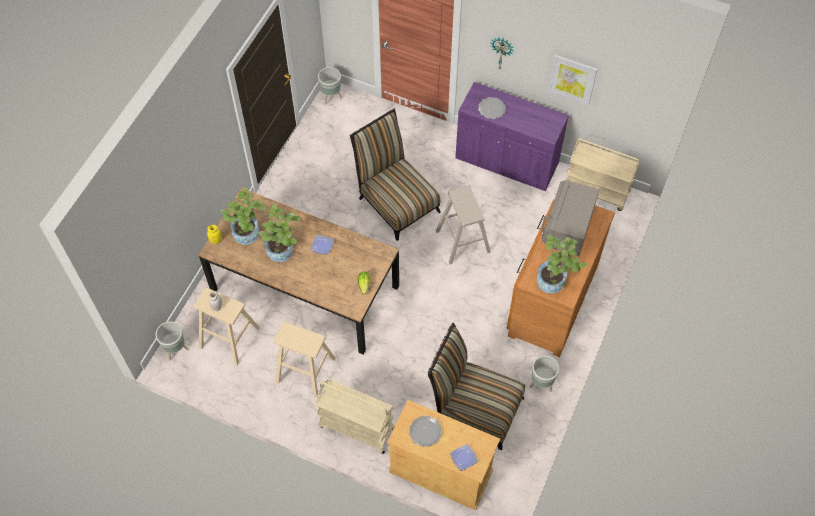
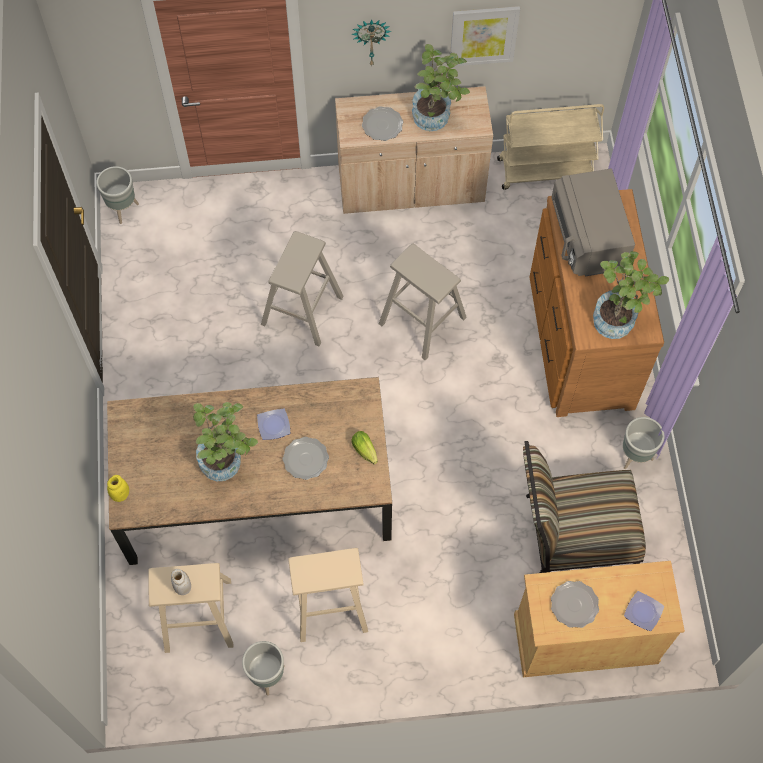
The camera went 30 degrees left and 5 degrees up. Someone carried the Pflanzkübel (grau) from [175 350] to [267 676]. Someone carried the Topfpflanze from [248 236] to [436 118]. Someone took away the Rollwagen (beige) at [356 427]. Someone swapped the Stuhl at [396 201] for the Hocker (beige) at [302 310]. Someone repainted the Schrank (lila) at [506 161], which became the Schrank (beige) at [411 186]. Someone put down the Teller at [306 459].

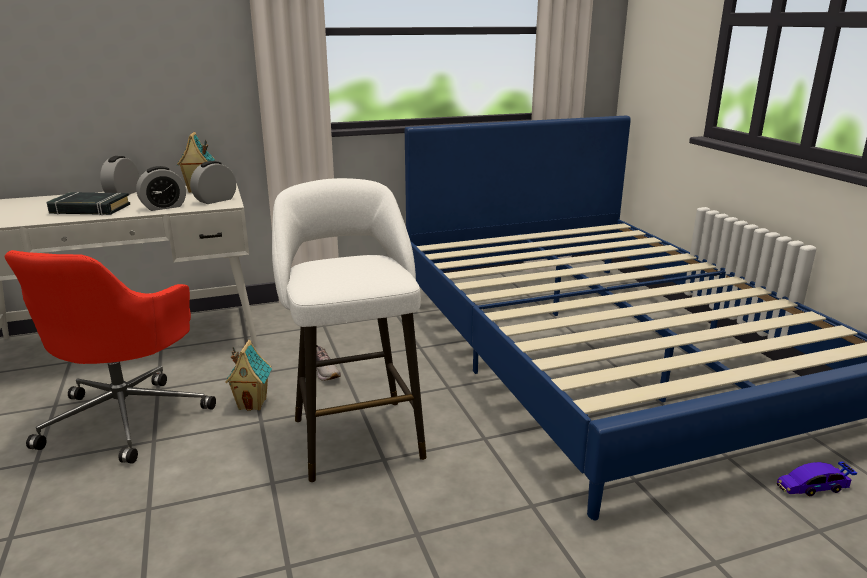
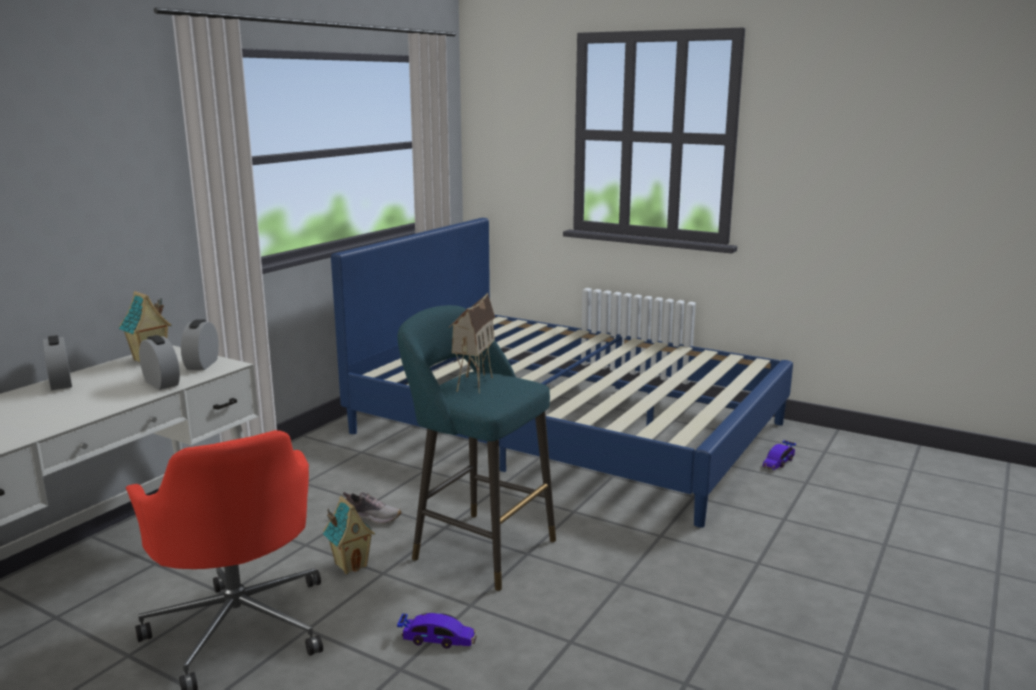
The camera went 40 degrees left and 5 degrees down. Someone took away the Buch (schwarz) at [90 209]. Someone rotated the Wecker at [164 207] by 60 degrees counterclockwise. Someone repainted the Hocker (weiß) at [355 433], which became the Hocker (türkis) at [478 547]. Someone put down the Spielzeugauto at [437 639]. Someone put down the Spielzeughaus at [472 382].

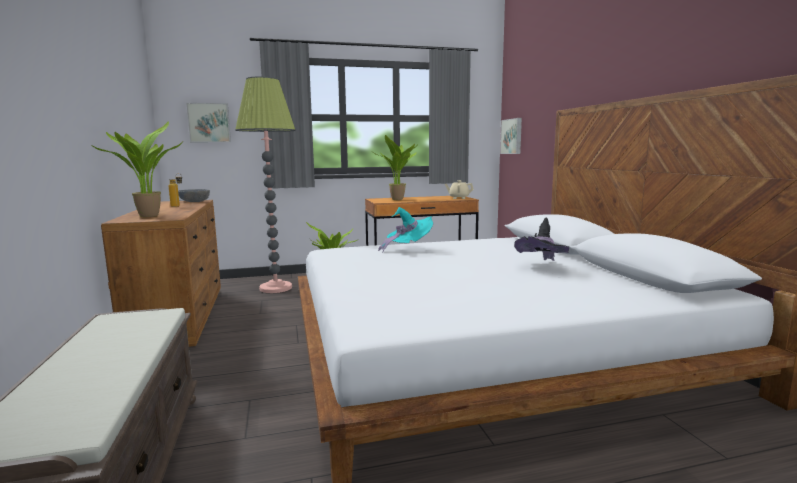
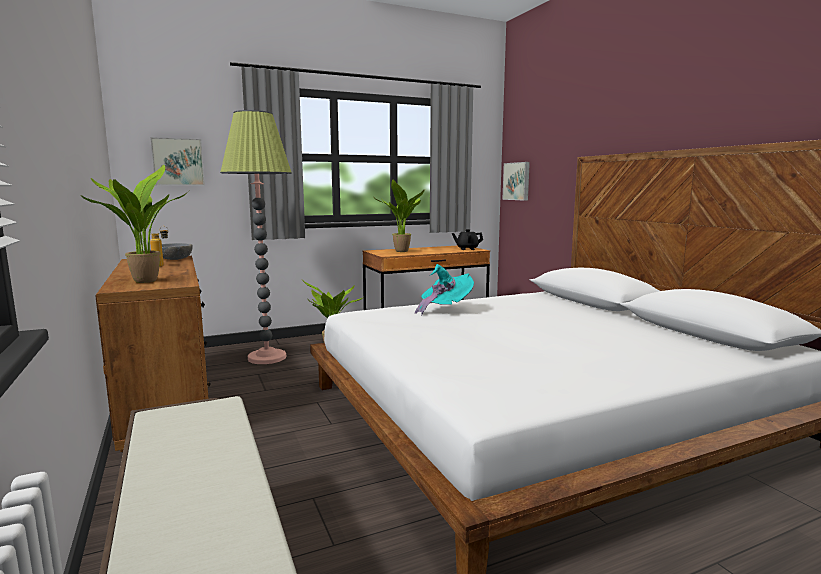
The camera went 10 degrees left and 0 degrees up. Someone repainted the Teekanne (beige) at [458 198], which became the Teekanne (schwarz) at [467 249]. Someone took away the Hut (schwarz) at [541 268].

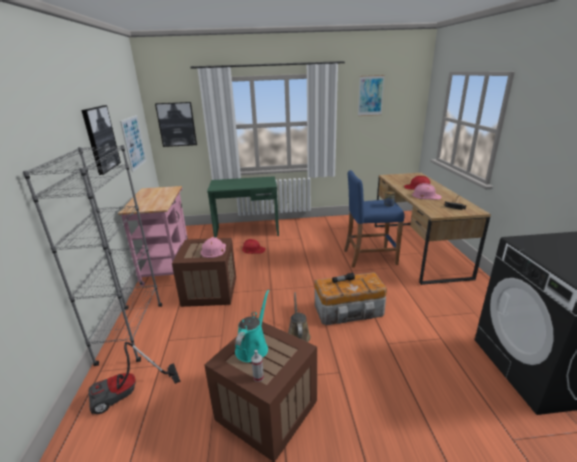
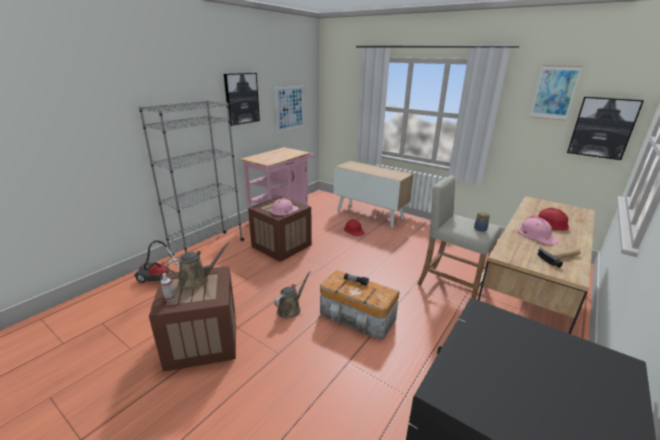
The camera went 40 degrees right and 0 degrees up. Someone carried the Bild from [177 124] to [602 128]. Someone swapped the Schreibtisch (grün) at [247 231] for the Schrank at [370 214]. Someone repainted the Gießkanne (türkis) at [253 347], which became the Gießkanne (braun) at [197 280]. Someone repainted the Hocker (blau) at [369 257], which became the Hocker (beige) at [451 285].

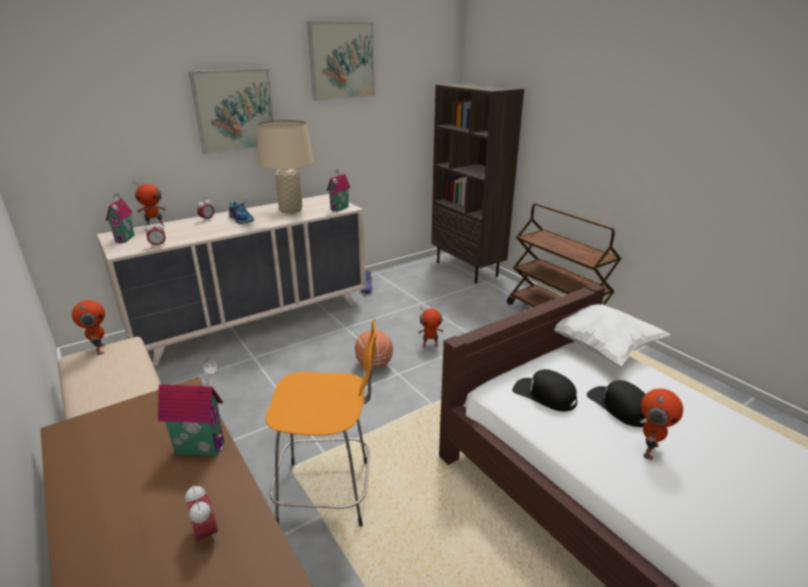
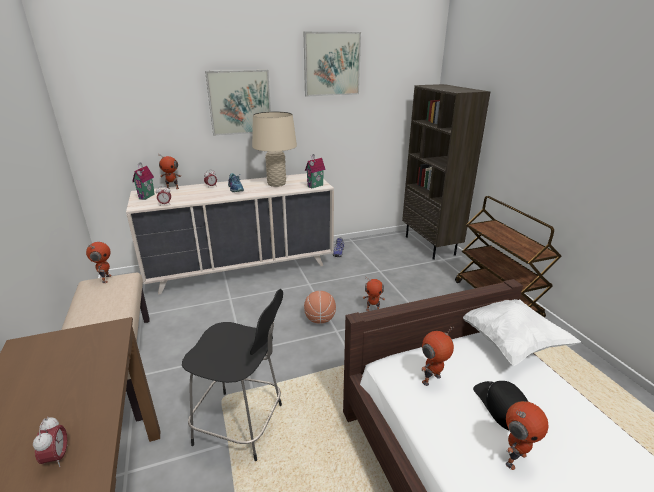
The camera went 15 degrees right and 0 degrees up. Someone took away the Spielzeughaus at [202 446]. Someone repainted the Hocker (orange) at [329 493], which became the Hocker (schwarz) at [242 425]. Someone swapped the Kappe (schwarz) at [544 395] for the Spielzeugroboter at [432 380].

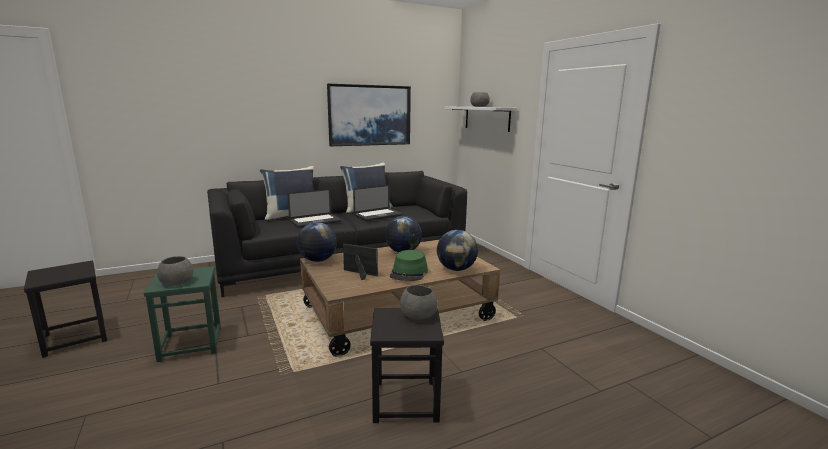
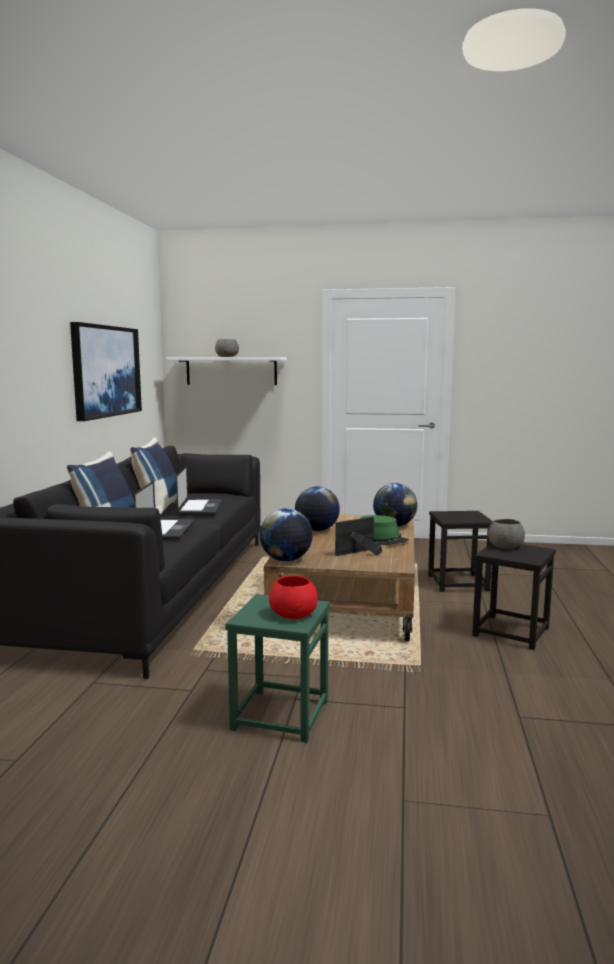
The camera went 55 degrees left and 5 degrees down. Someone carried the Hocker (schwarz) from [76 338] to [458 582]. Someone repainted the Schüssel (grau) at [176 282], which became the Schüssel (rot) at [294 614].

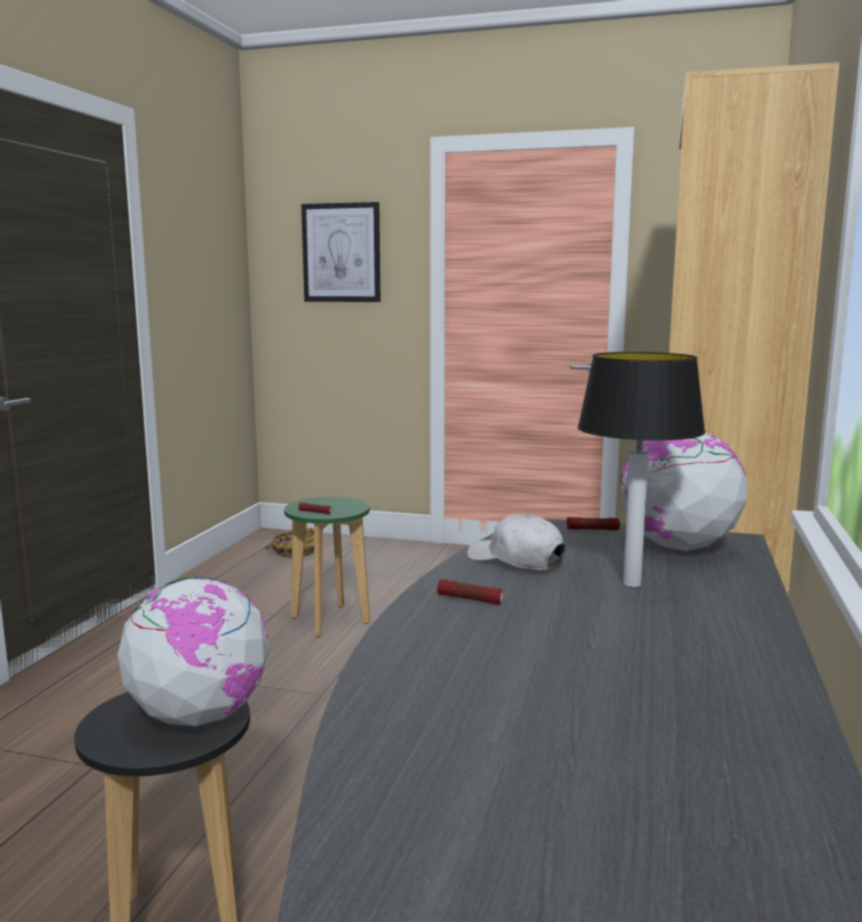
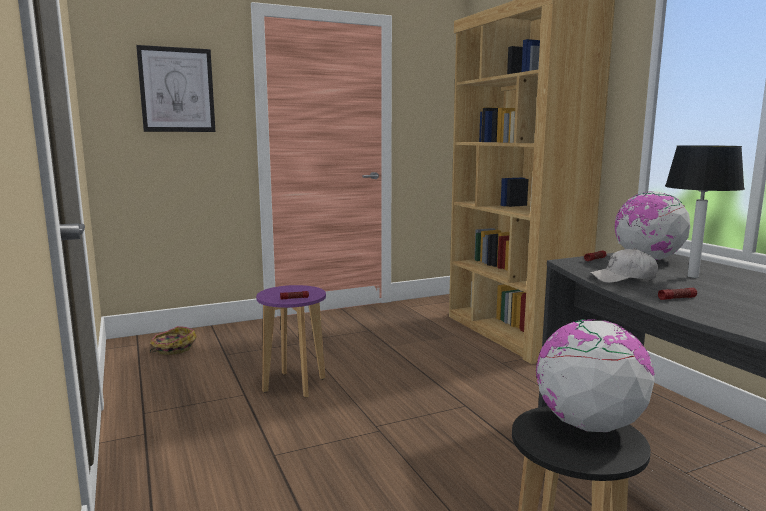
The camera went 40 degrees left and 0 degrees up. Someone repainted the Hocker (grün) at [330 620], which became the Hocker (lila) at [294 385].

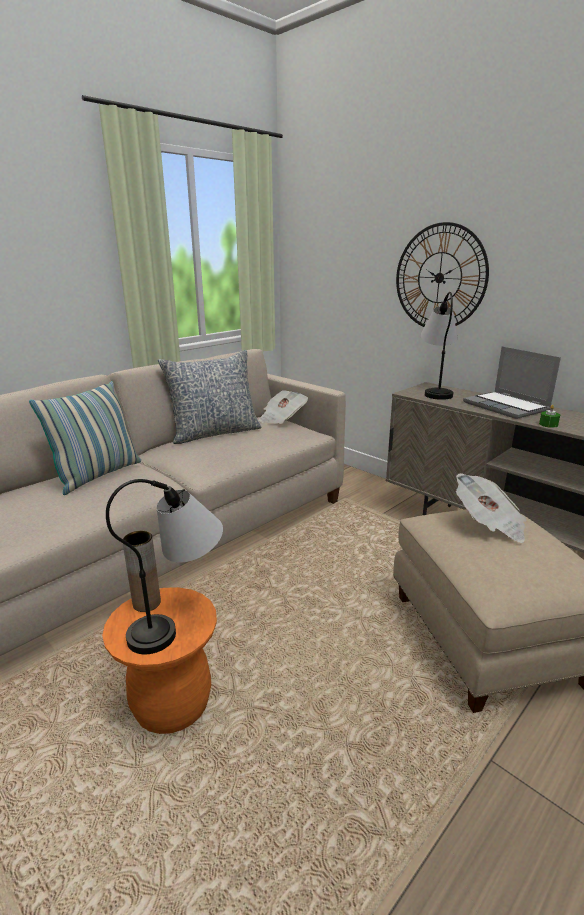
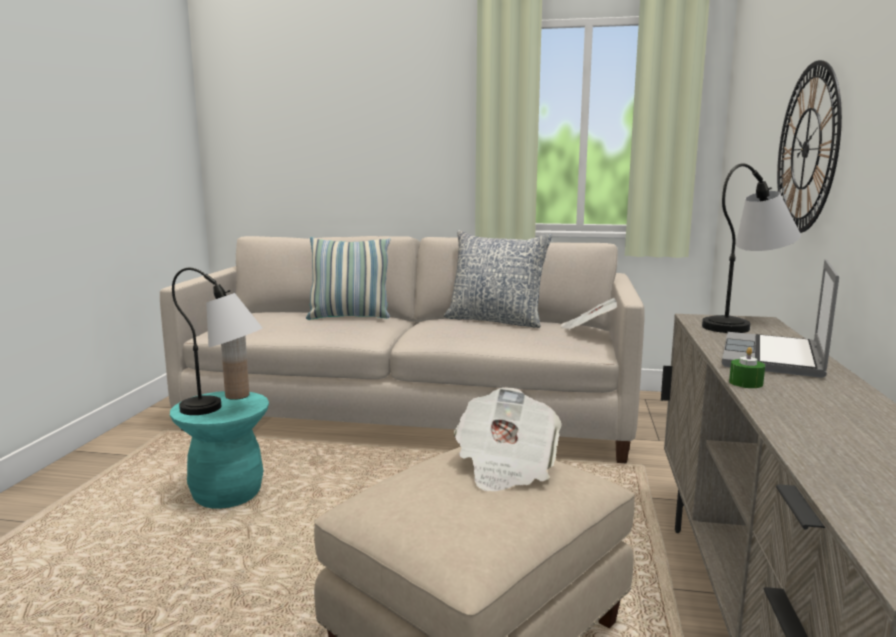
The camera went 55 degrees right and 10 degrees down. Someone repainted the Hocker (orange) at [172 705], which became the Hocker (türkis) at [227 495].

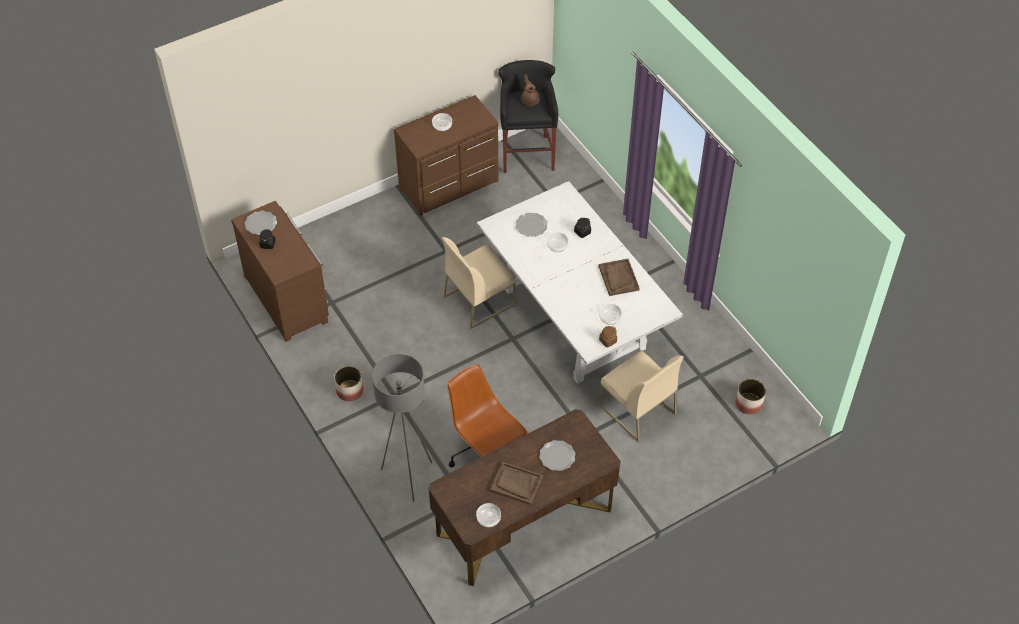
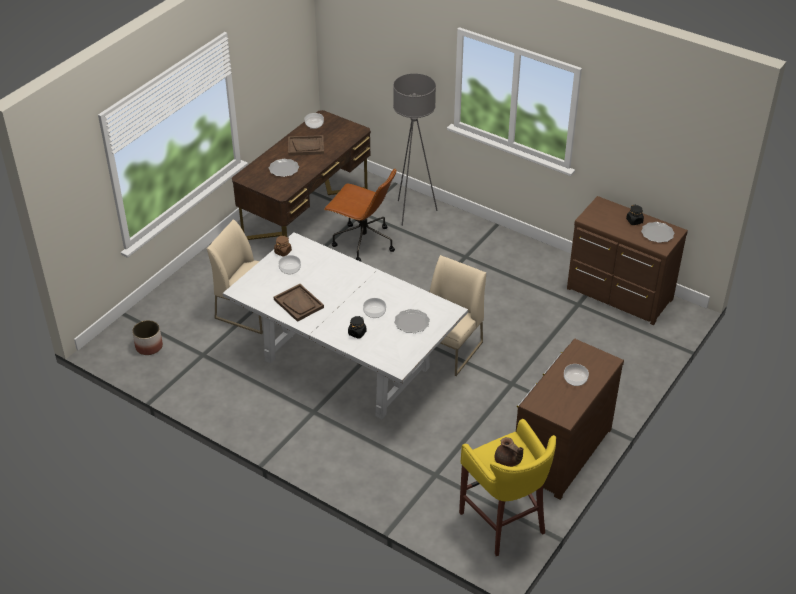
The camera went 155 degrees right and 10 degrees down. Someone took away the Pflanzkübel at [349 390]. Someone repainted the Hocker (schwarz) at [527 153], which became the Hocker (gelb) at [504 523].

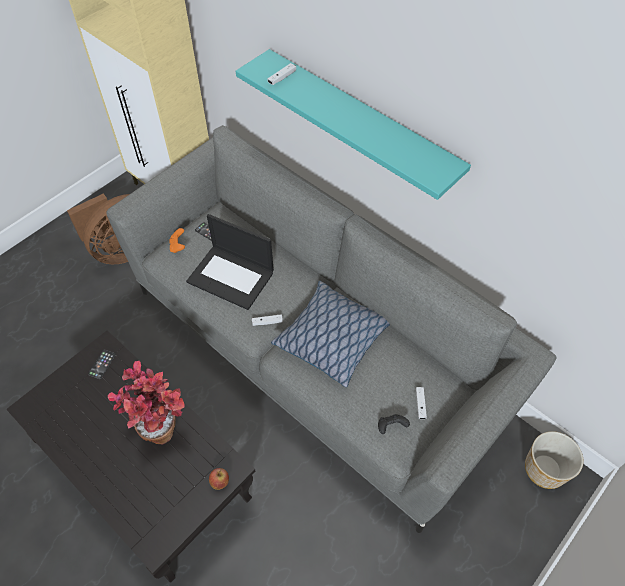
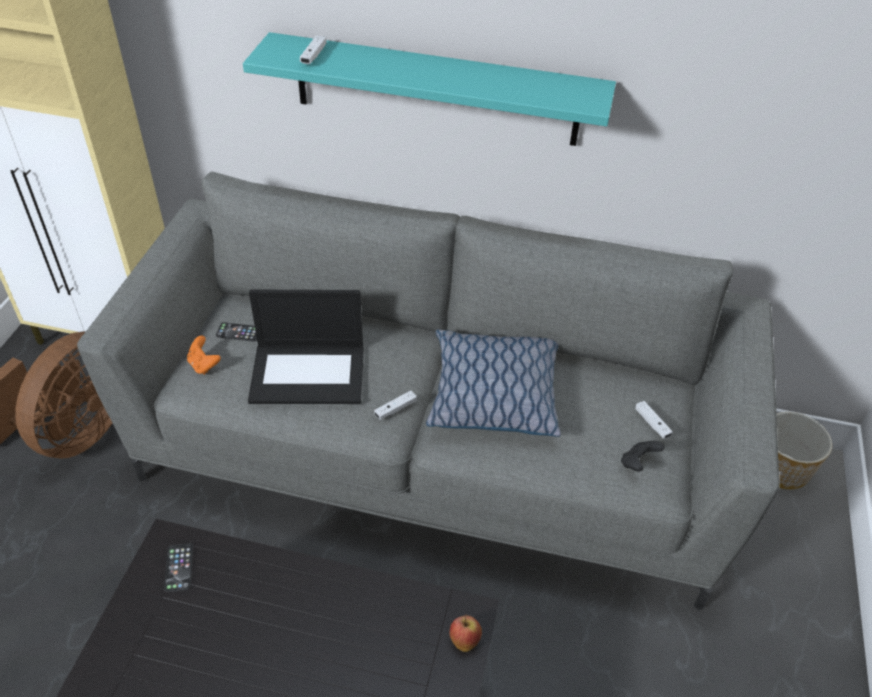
The camera went 30 degrees left and 10 degrees down. Someone took away the Topfpflanze at [160 425].

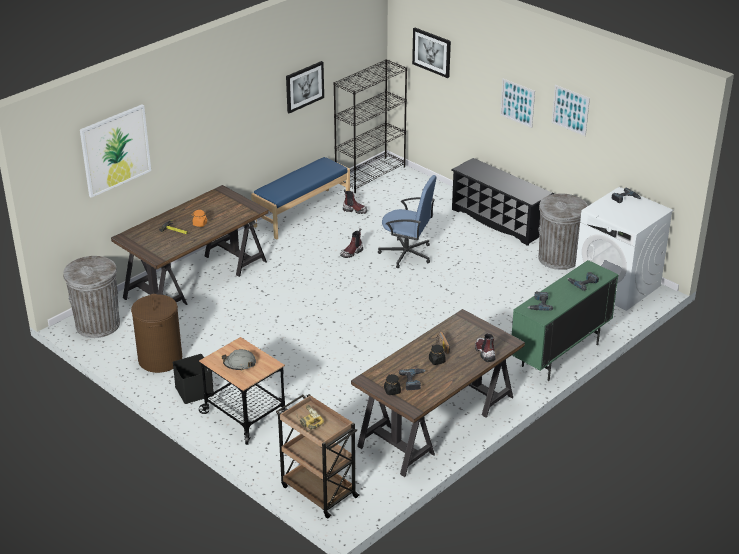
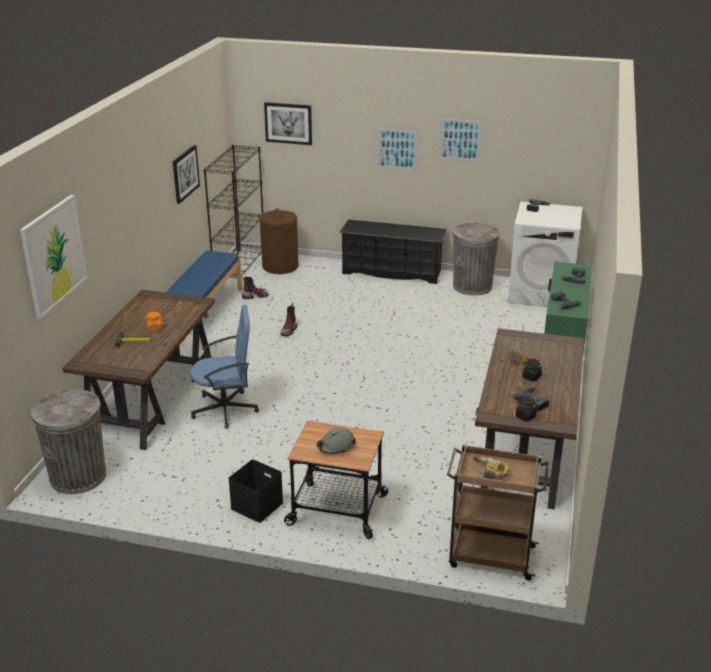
The camera went 30 degrees left and 5 degrees down. Someone carried the Wäschekorb (braun) from [160 359] to [280 266]. Someone carried the Bürostuhl (blau) from [407 254] to [226 409]. Someone took away the Stiefel at [484 352].

